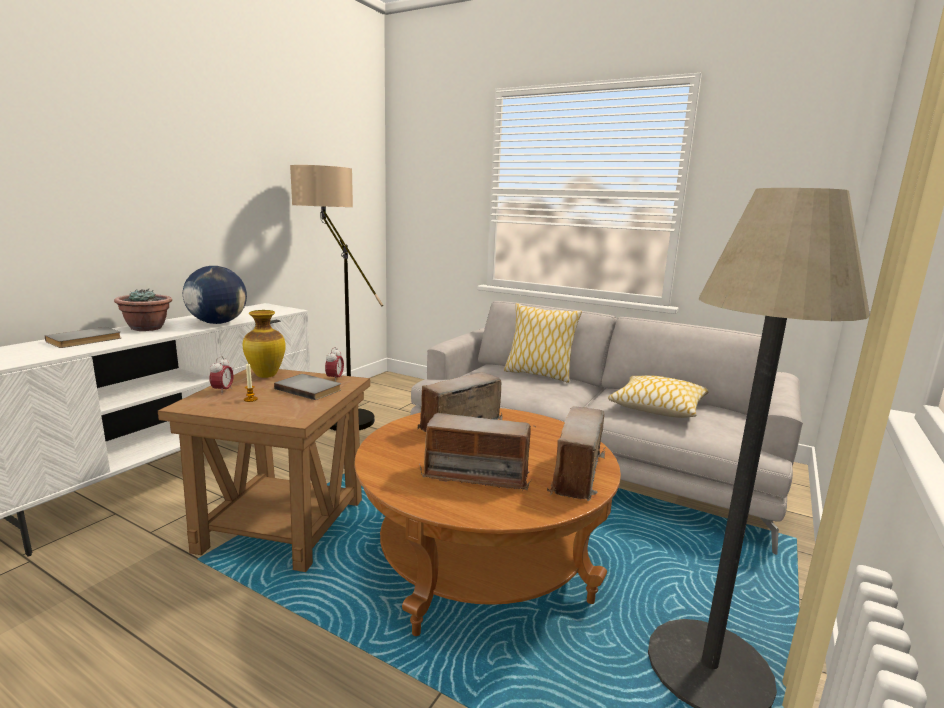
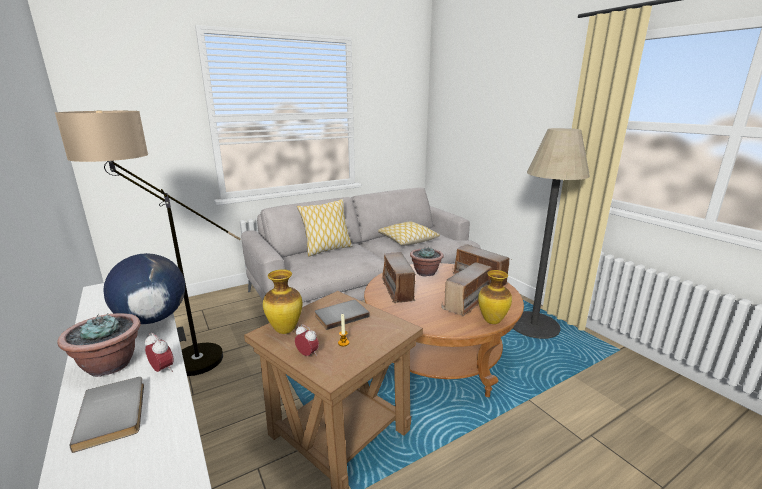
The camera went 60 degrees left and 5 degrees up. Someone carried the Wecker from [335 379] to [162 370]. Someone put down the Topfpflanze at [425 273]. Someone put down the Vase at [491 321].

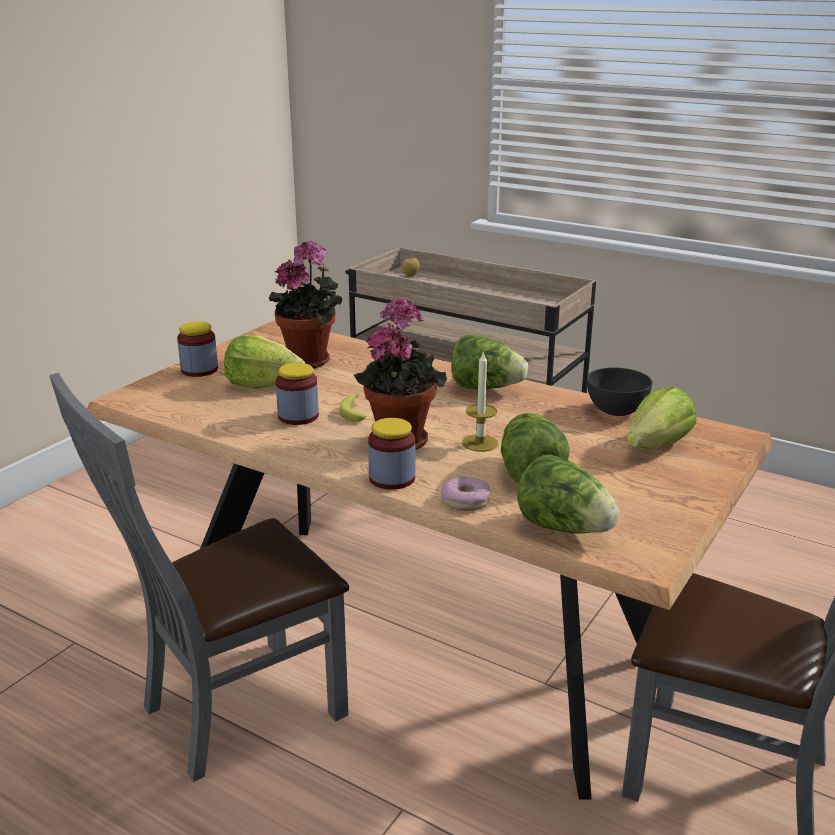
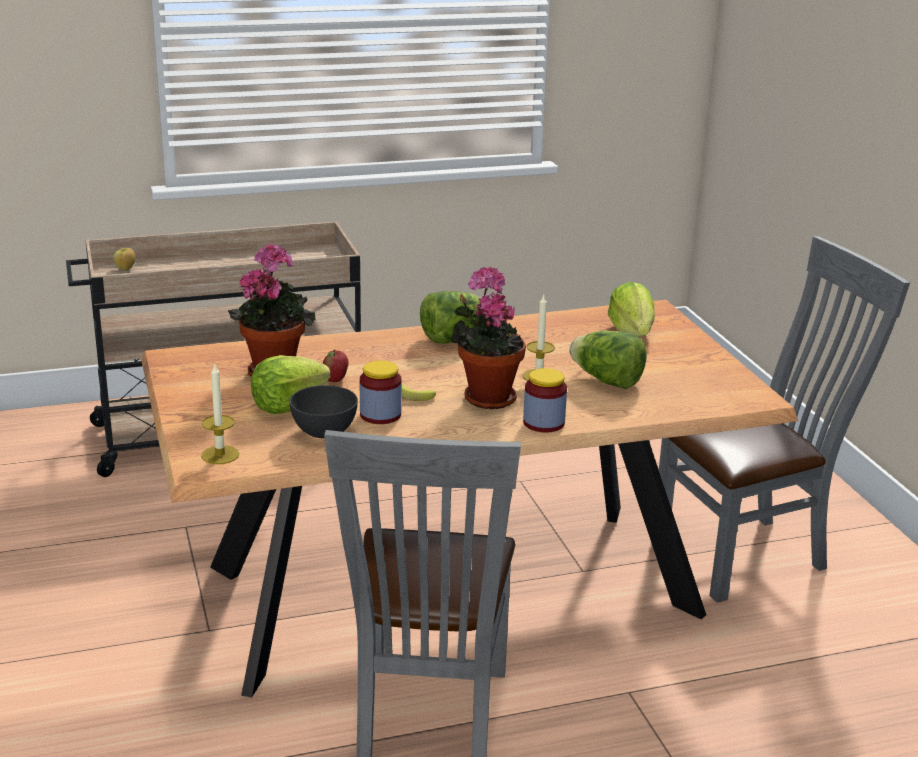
The camera went 50 degrees left and 0 degrees up. Someone took away the Vorratsglas at [199 370]. Someone took away the Donut at [465 500]. Someone took away the Salatkopf at [564 528]. Someone carried the Schüssel (grau) from [615 411] to [323 432]. Someone put down the Kerze at [220 455]. Someone put down the Apfel at [335 380].

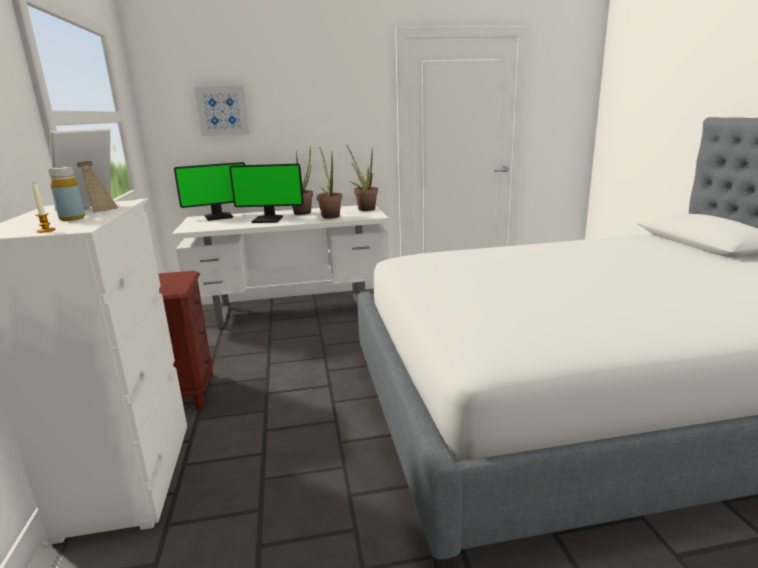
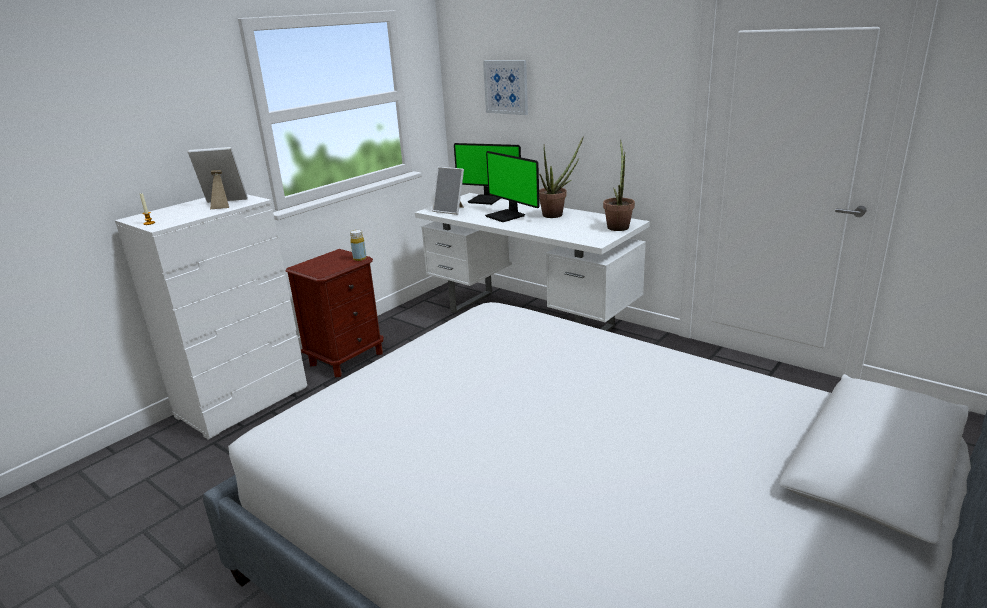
The camera went 50 degrees right and 5 degrees up. Someone carried the Flasche (gelb) from [72 218] to [359 258]. Someone took away the Topfpflanze at [329 216]. Someone put down the Bilderrahmen at [451 210].

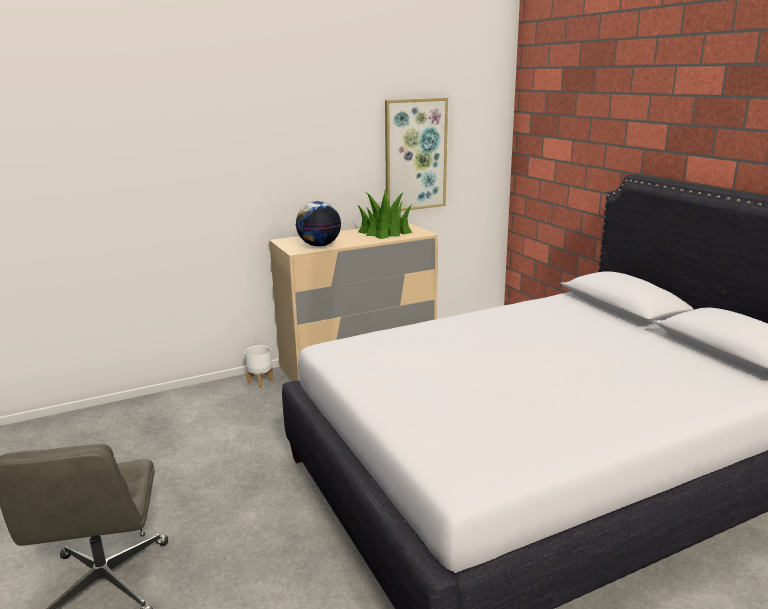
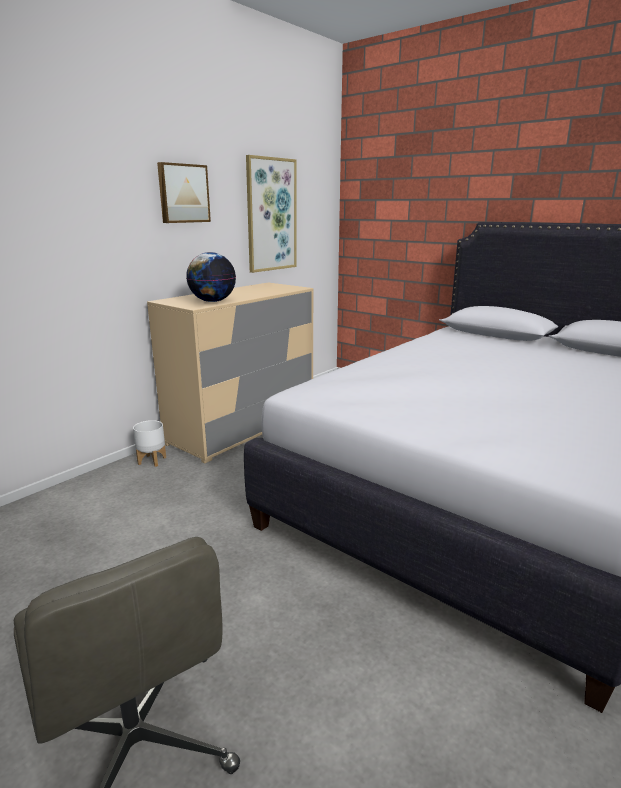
The camera went 25 degrees left and 0 degrees up. Someone took away the Topfpflanze at [385 232]. Someone put up the Bild at [183 193].

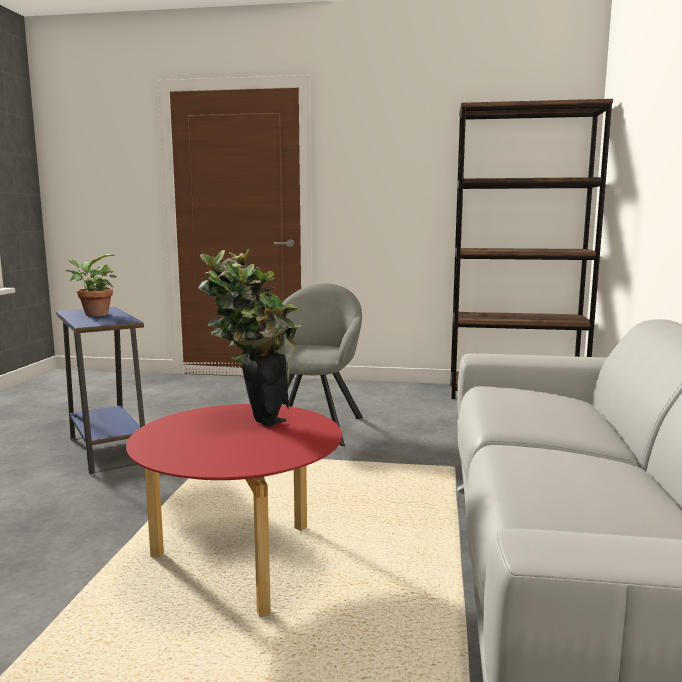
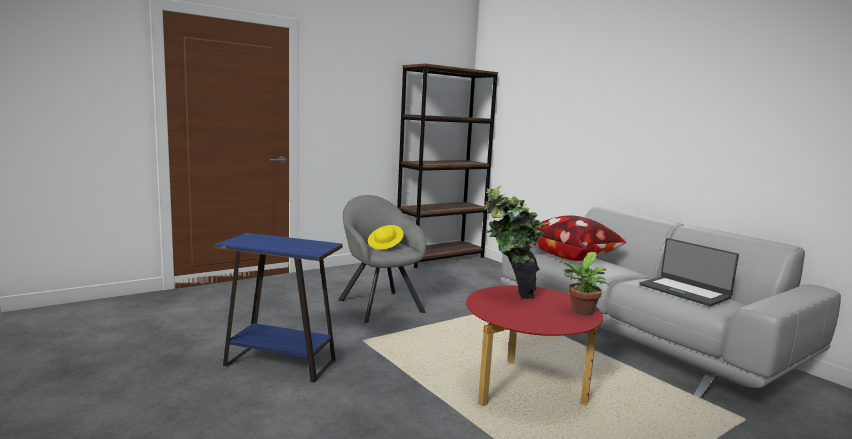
The camera went 45 degrees left and 0 degrees up. Someone carried the Topfpflanze from [93 314] to [581 312]. Someone put down the Hut (gelb) at [385 246]. Someone put down the Kissen at [573 257]. Someone put down the Laptop at [684 291].

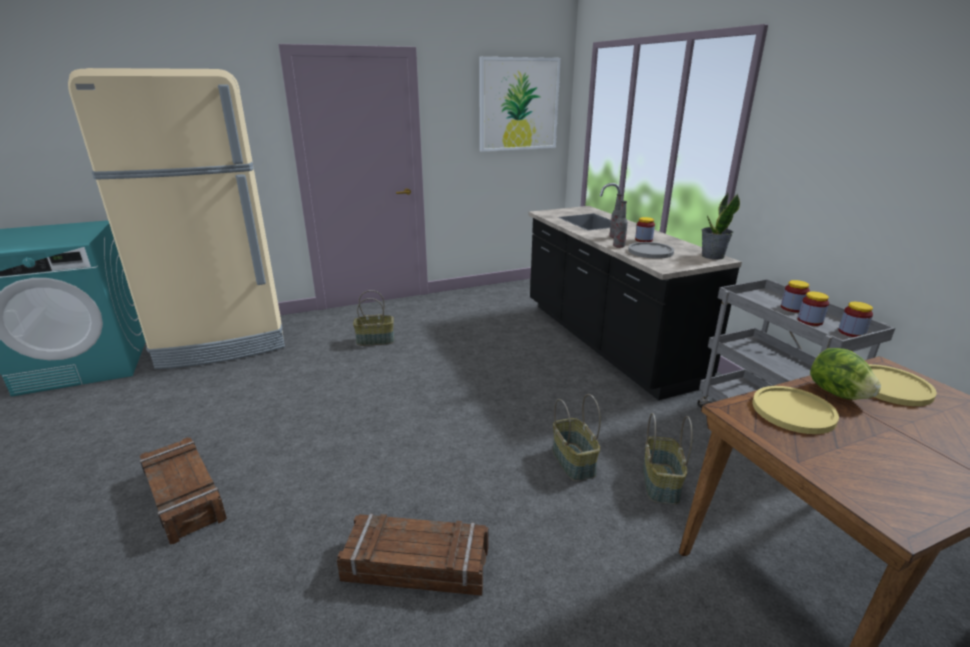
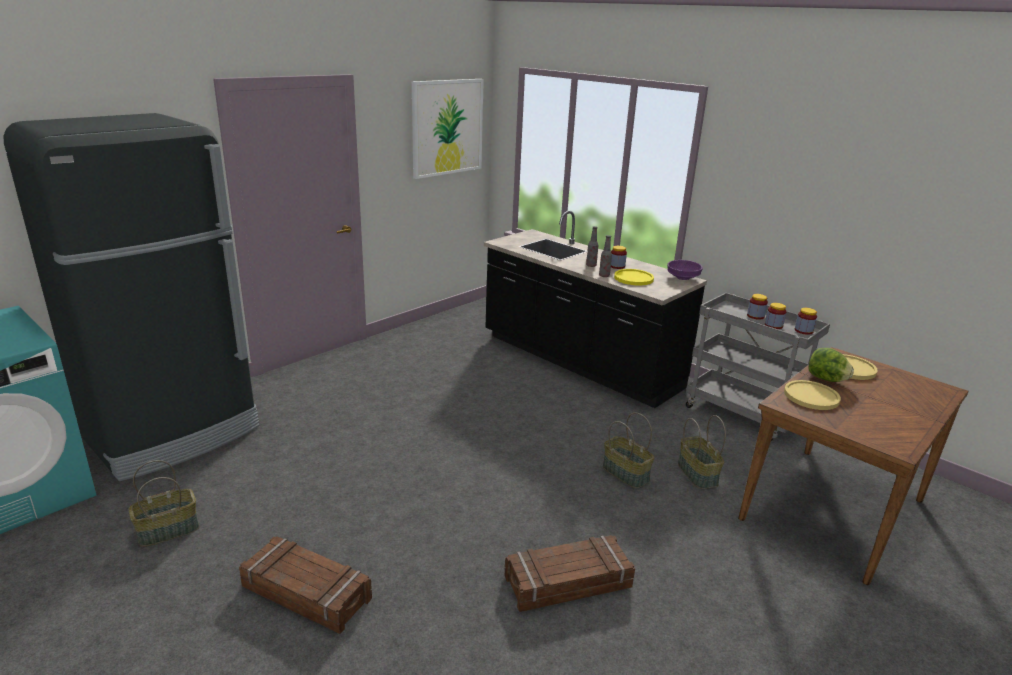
The camera went 25 degrees left and 0 degrees up. Someone repainted the Kühlschrank (beige) at [224 341], which became the Kühlschrank (schwarz) at [174 433]. Someone carried the Korb from [376 340] to [168 530]. Someone repainted the Teller (grau) at [650 251], which became the Teller (gelb) at [633 278]. Someone swapped the Topfpflanze at [712 256] for the Schüssel (lila) at [682 277].

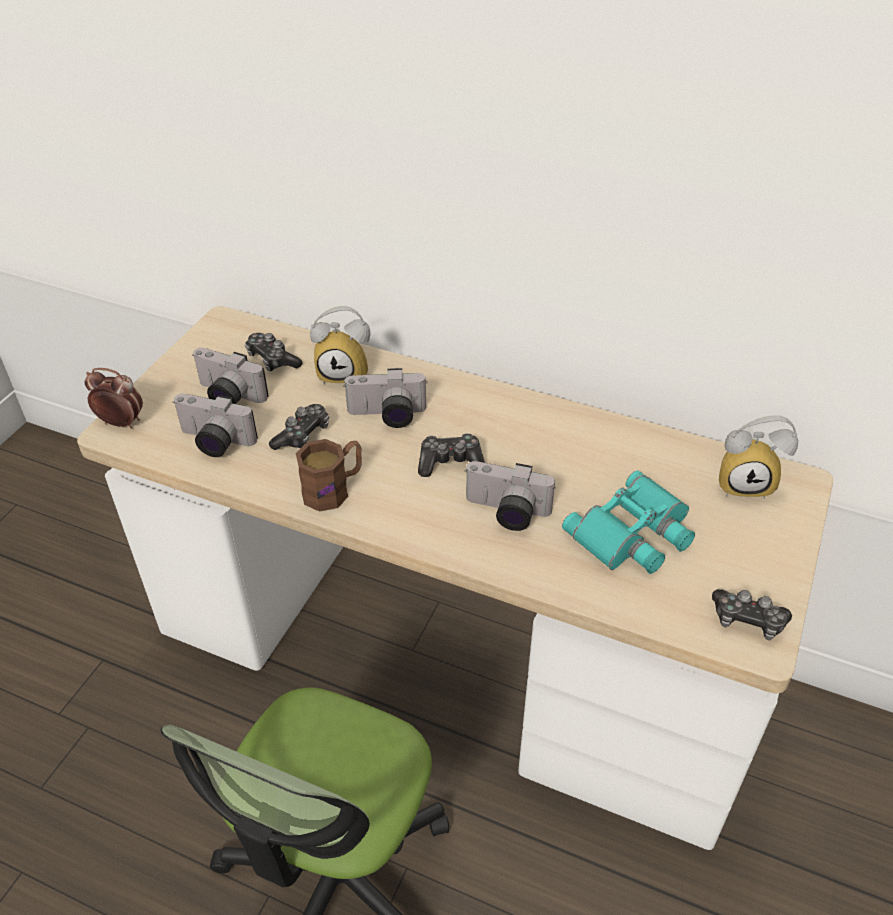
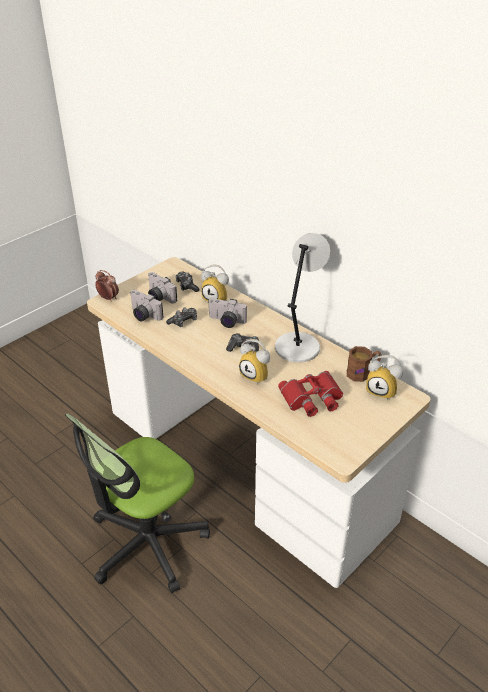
The camera went 20 degrees right and 5 degrees down. Someone carried the Henkelbecher (braun) from [334 489] to [362 373]. Someone swapped the Kamera at [506 513] for the Wecker at [257 375]. Someone repainted the Fernglas (türkis) at [634 534], which became the Fernglas (rot) at [312 398]. Someone took away the Gamepad at [747 620]. Someone put down the Tischlampe (grau) at [298 346].

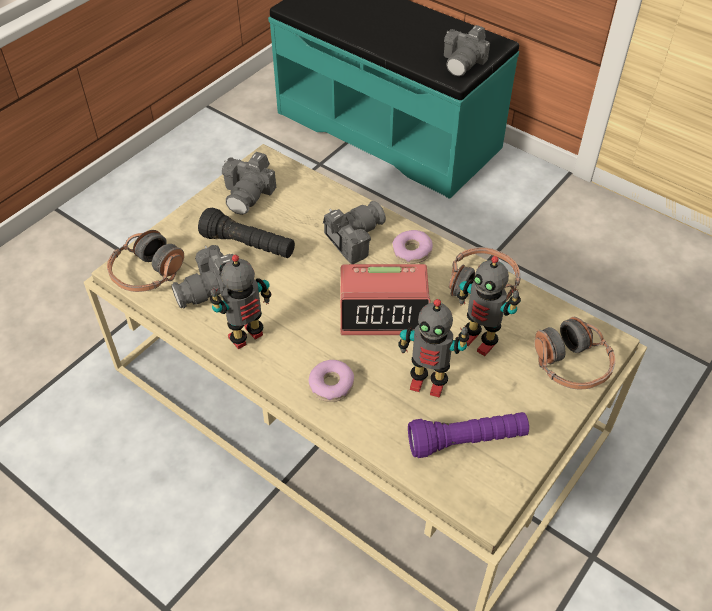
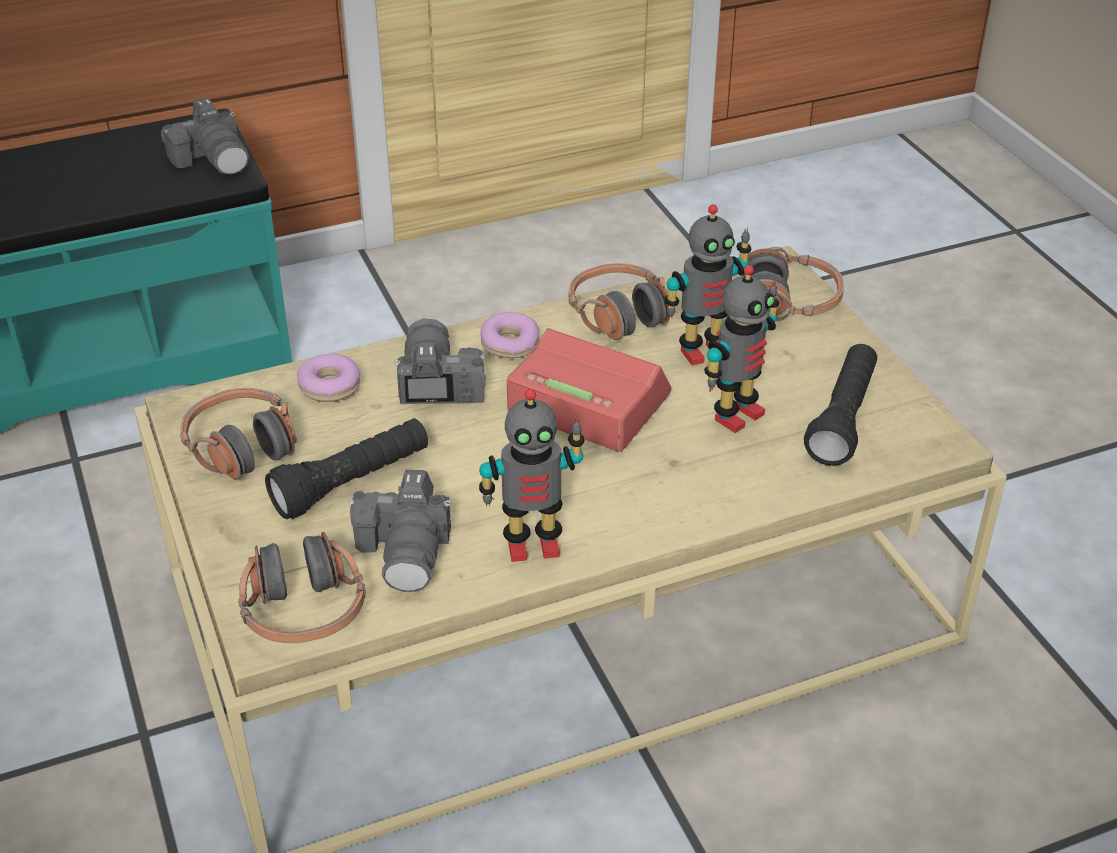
The camera went 60 degrees left and 10 degrees down. Someone rotated the Spielzeugroboter at [247 338] by 90 degrees counterclockwise. Someone swapped the Kamera at [249 194] for the Kopfhörer at [242 447]. Someone carried the Donut from [331 385] to [329 386]. Someone rotated the Wecker at [384 308] by 90 degrees counterclockwise. Someone repainted the Taschenlampe (lila) at [467 441], which became the Taschenlampe (schwarz) at [842 419].

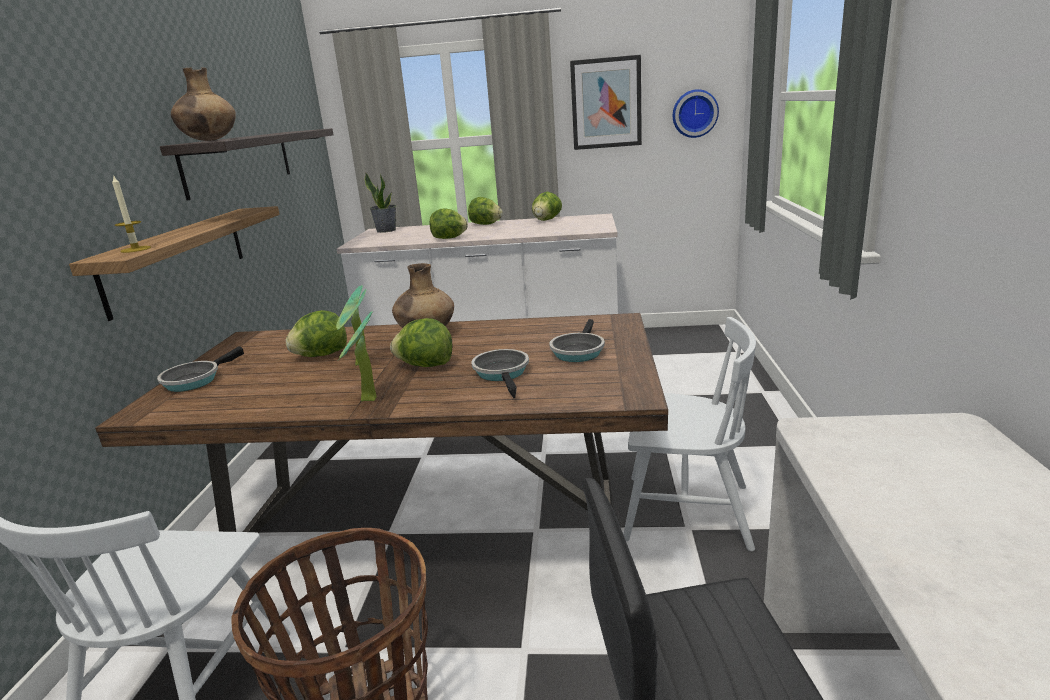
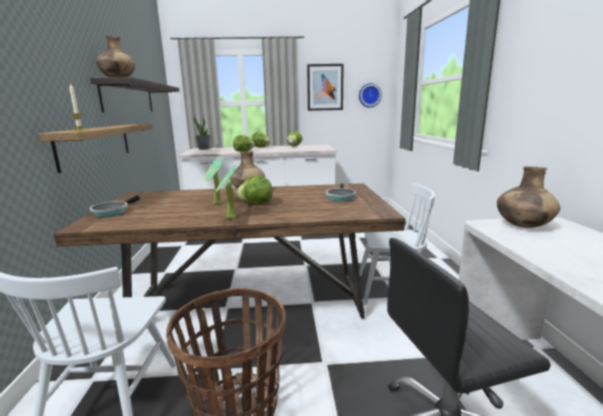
The camera went 10 degrees left and 5 degrees down. Someone took away the Salatkopf at [321 355]. Someone took away the Pfanne at [502 373]. Someone put down the Vase (braun) at [523 226].

